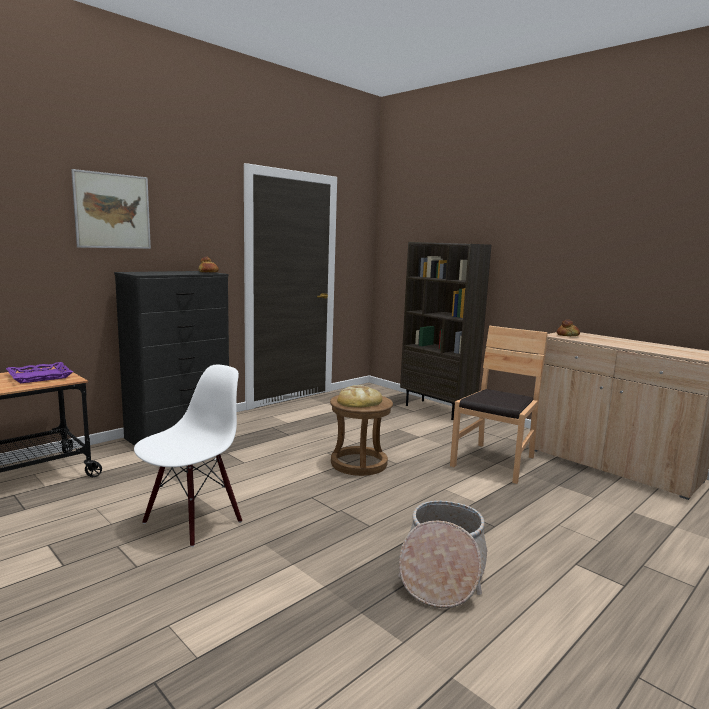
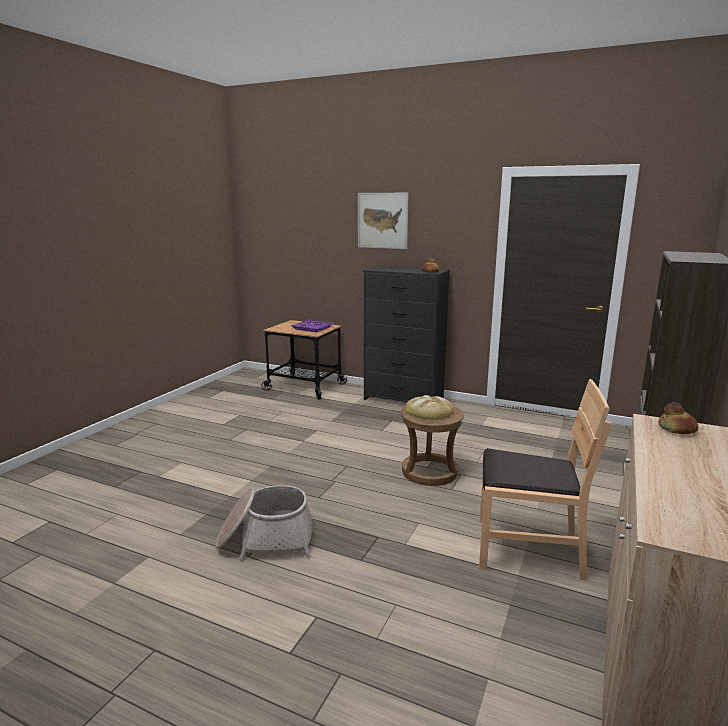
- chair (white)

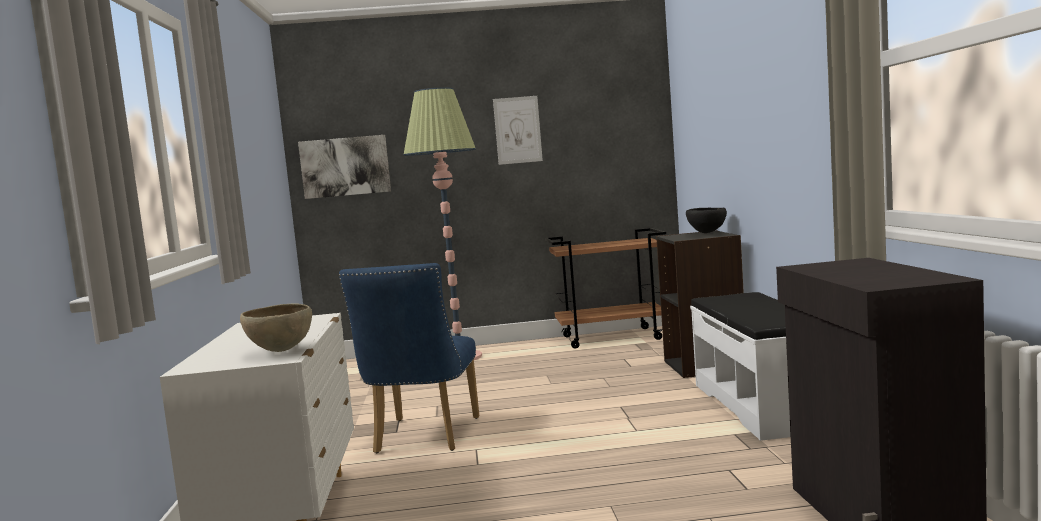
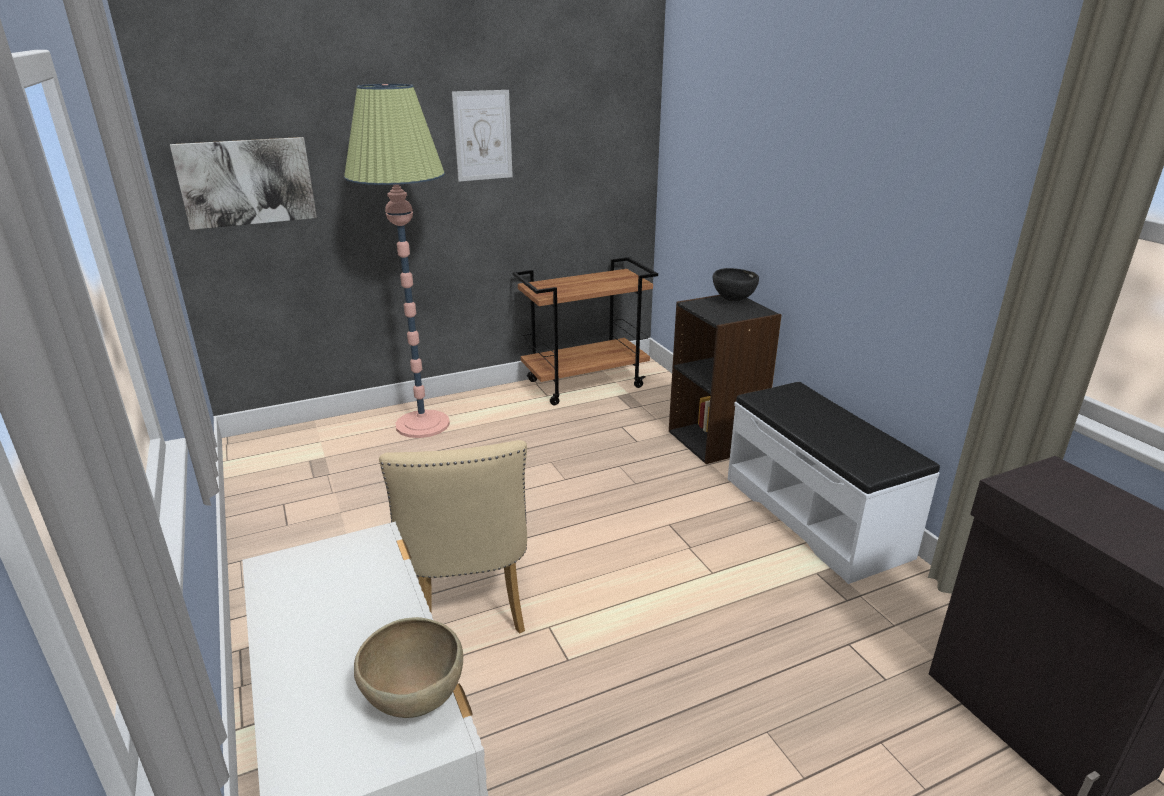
~ chair (blue-coloured) to chair (beige)

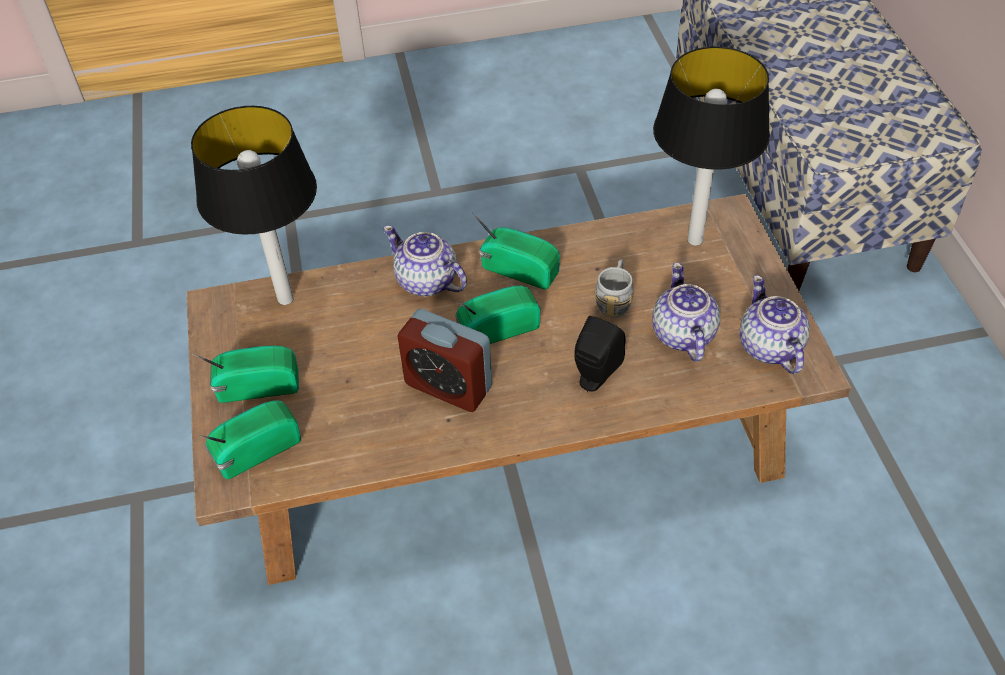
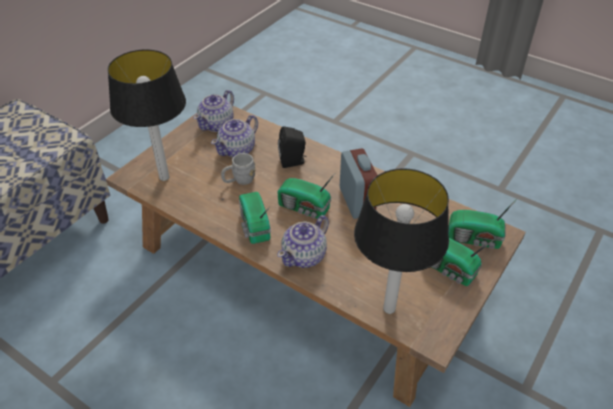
~ tea pot (1st from left in the first image) 45 degrees clockwise

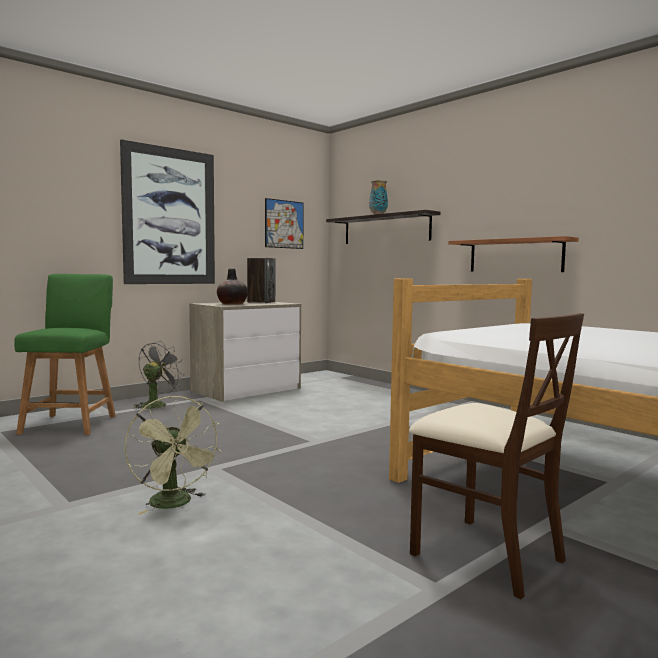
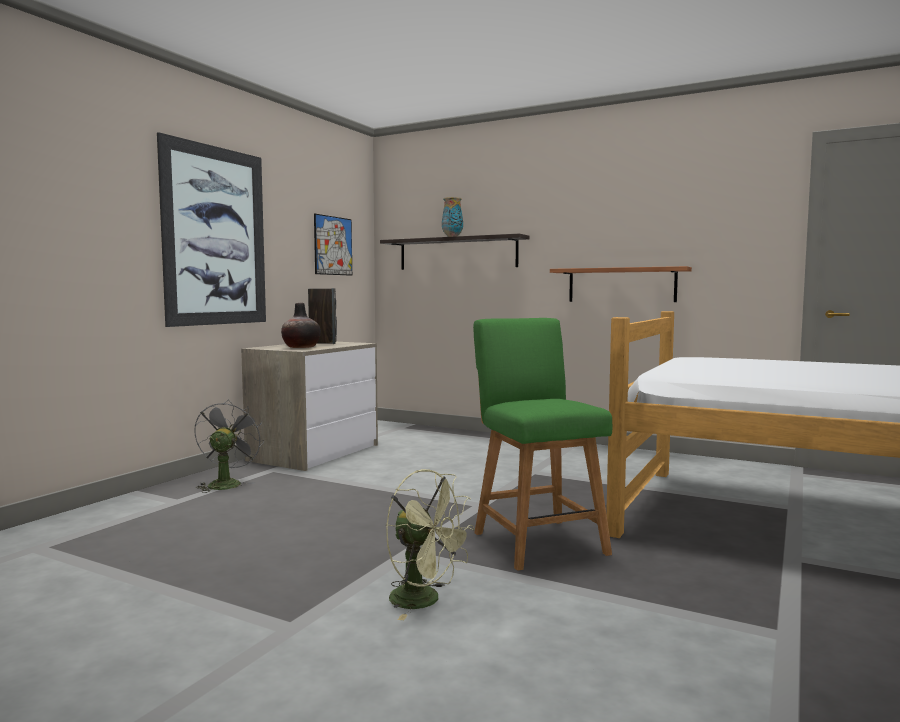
~ chair (green-coloured)
- chair (beige)

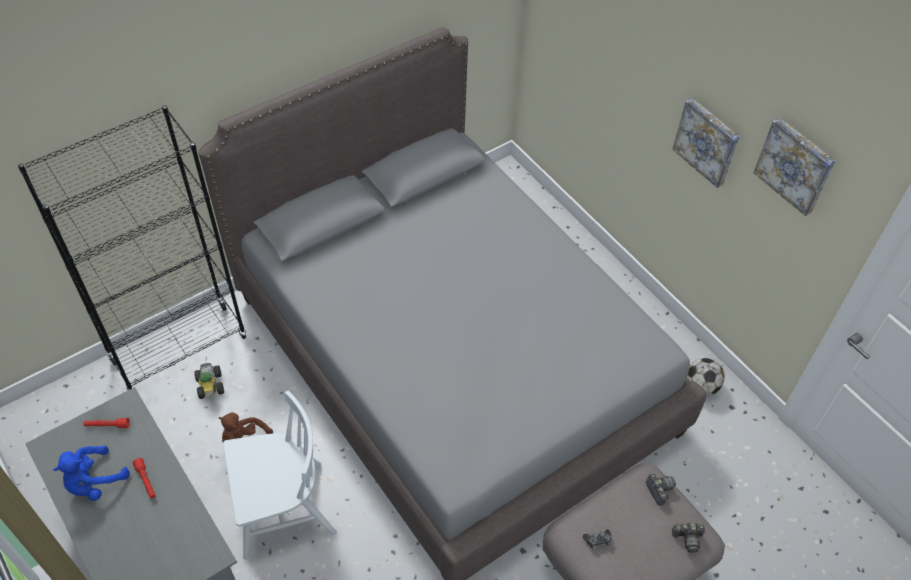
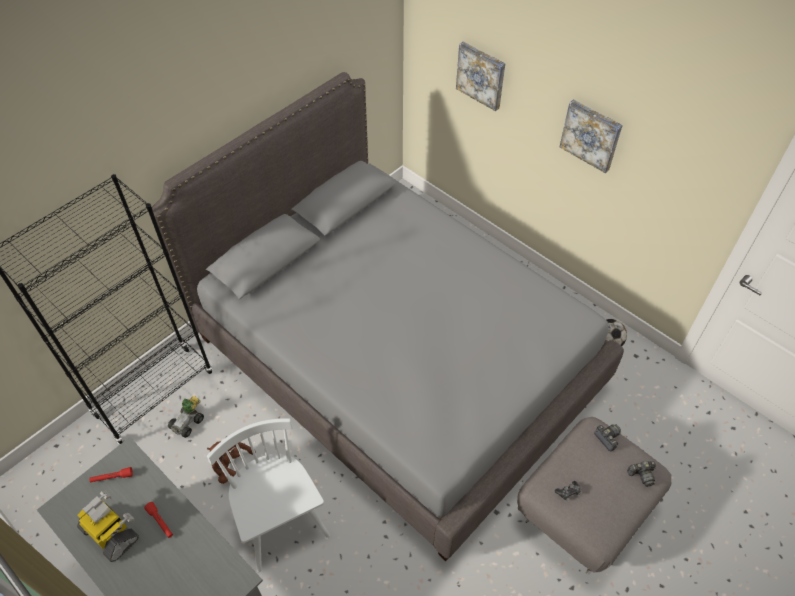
~ plush toy (blue-coloured) to toy robot
~ miniature car 120 degrees counterclockwise
~ chair (white) 90 degrees counterclockwise
~ wall art (2nd from left in the first image) to wall art (1st from left)

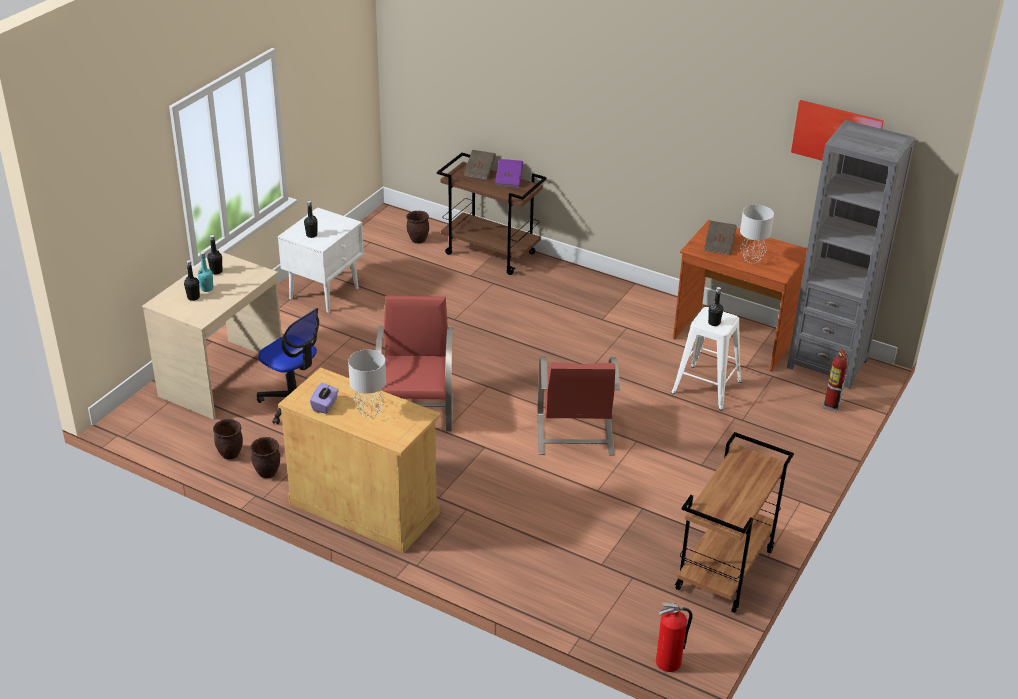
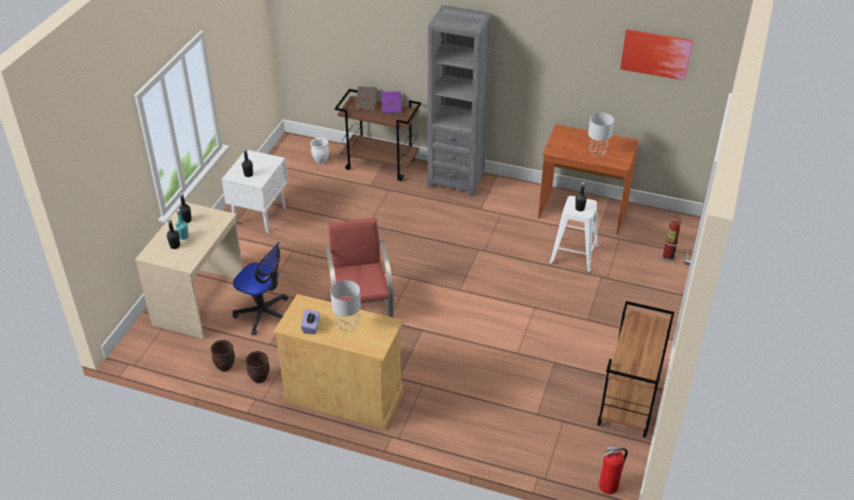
~ plant pot (brown-coloured) (3rd from left) to plant pot (white)
~ shelving unit (gray)
- chair (reddish) (2nd from left)
- volume (brown-coloured) (2nd from left)

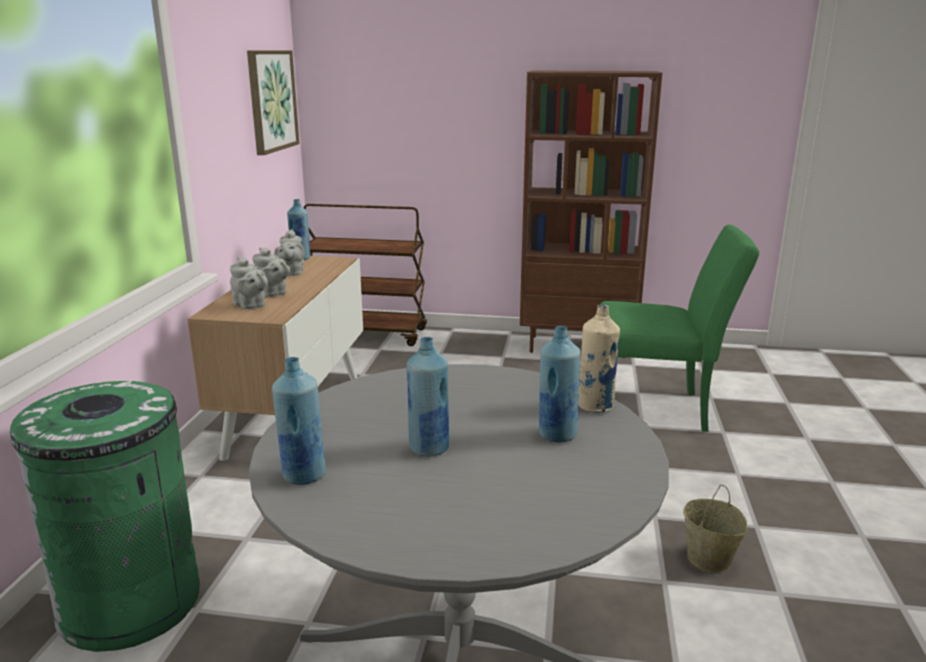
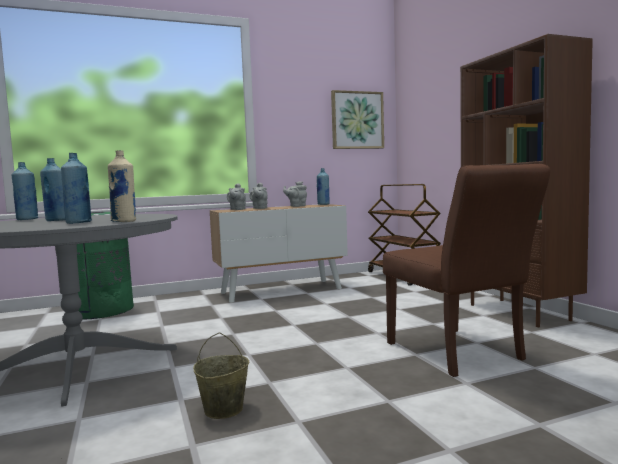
~ chair (green-coloured) to chair (brown-coloured)

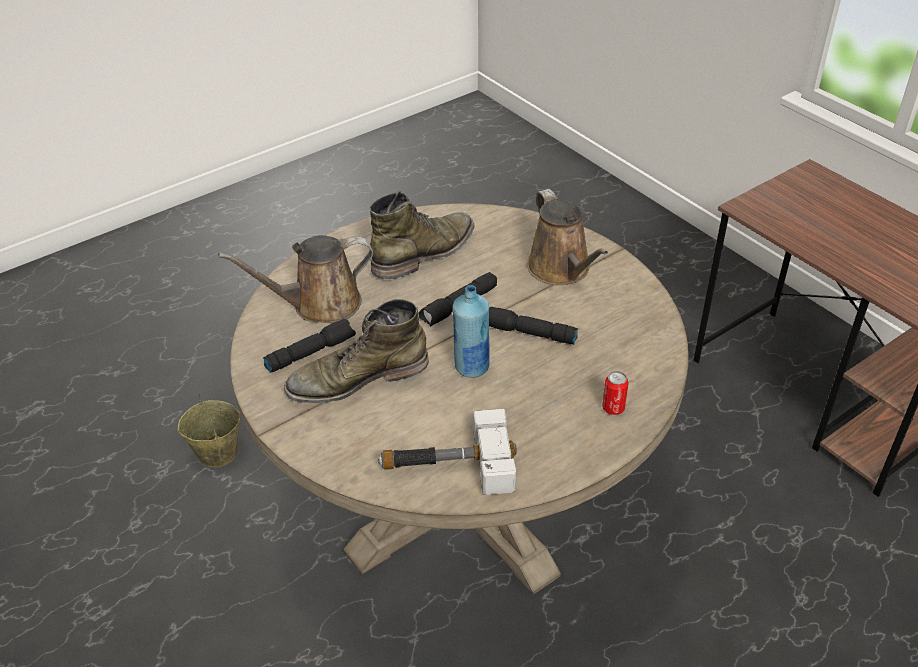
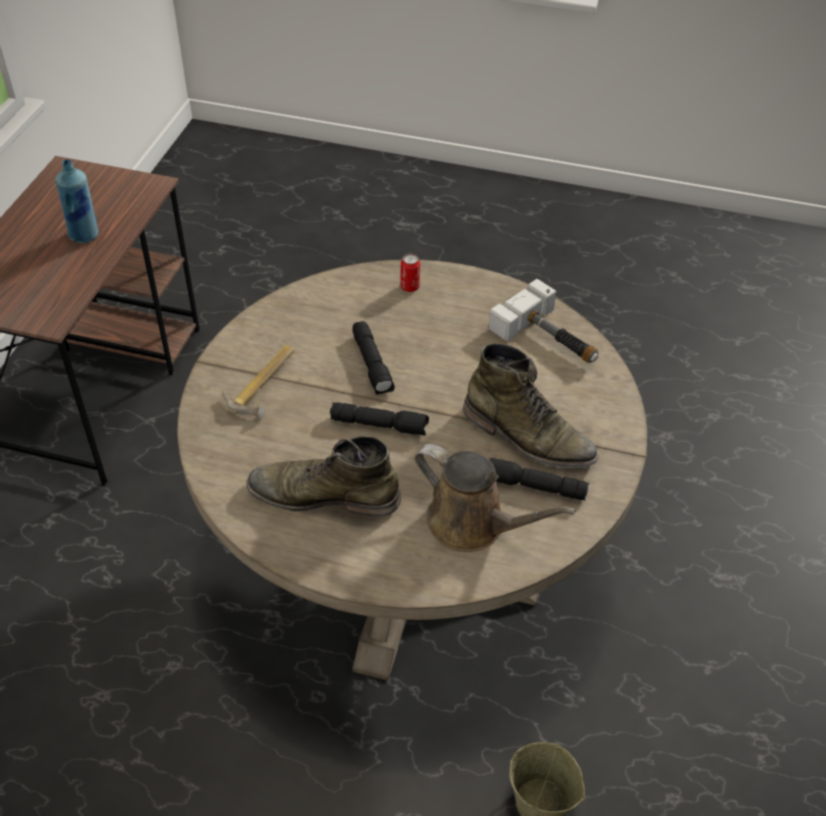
~ drink bottle (blue-coloured)
~ sprinkling can (brown-coloured) (2nd from left) to hand hammer (1st from left)

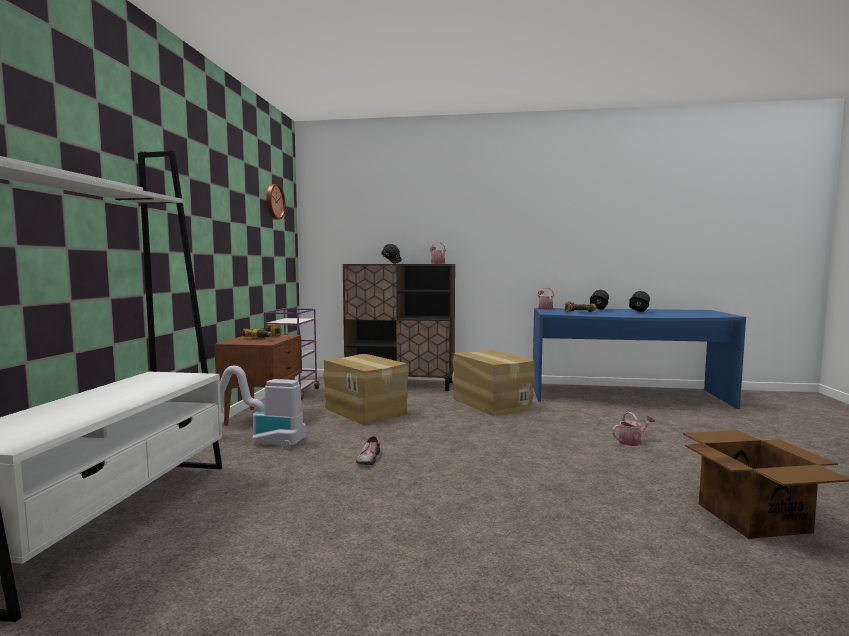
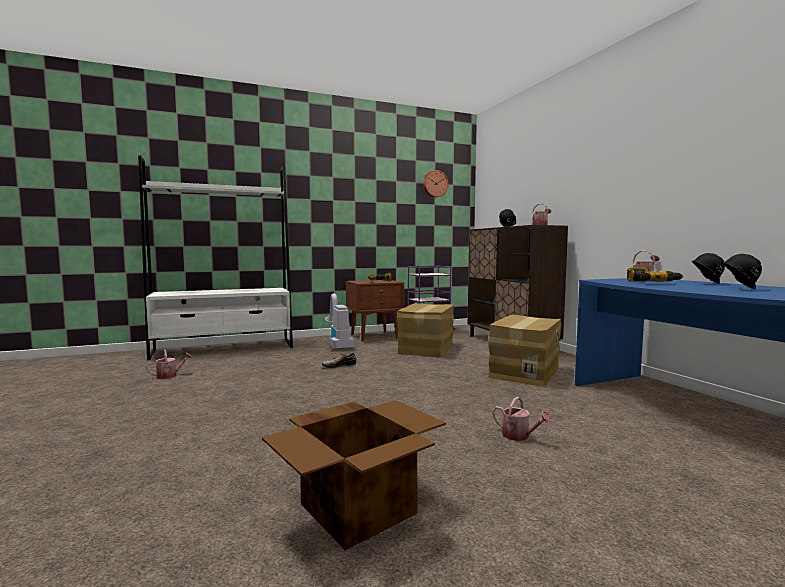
+ sprinkling can (1st from left)

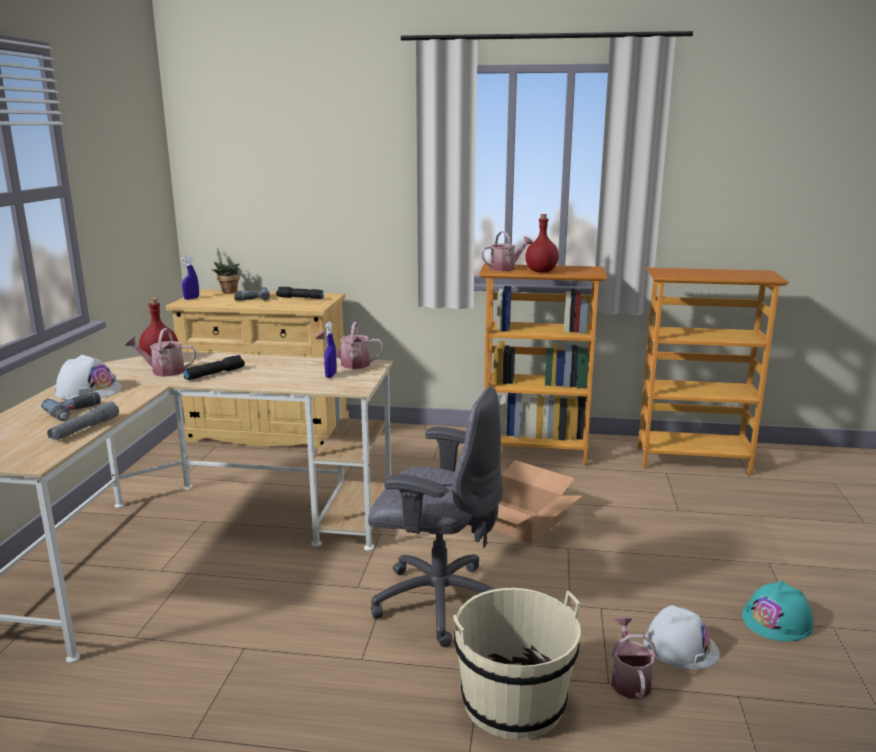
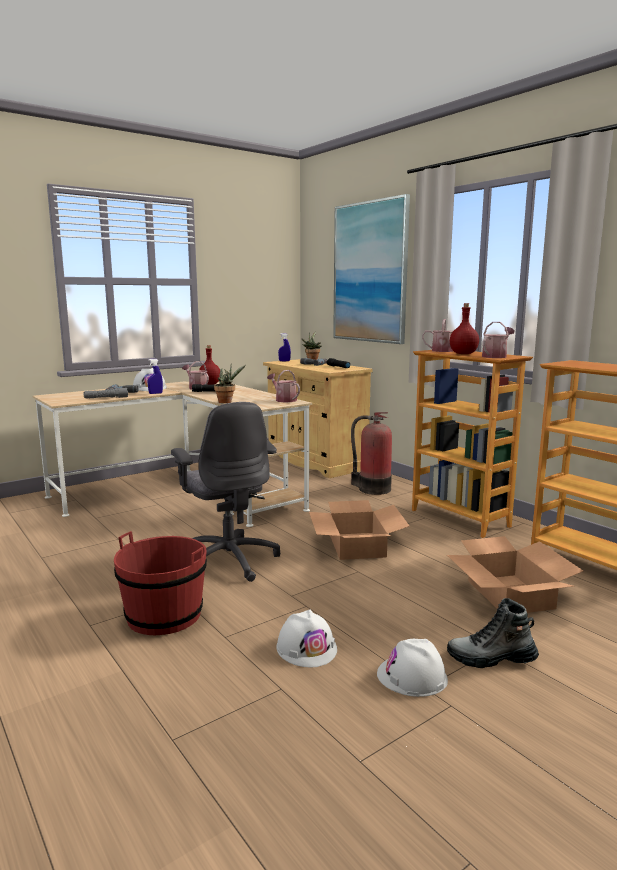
~ pail (beige) to pail (reddish)
~ hand sprayer (blue-coloured) (2nd from left in the first image) to hand sprayer (blue-coloured) (1st from left)
+ houseplant (1st from left)
+ wall art
+ fire extinguisher
~ work helmet (blue-green) to work helmet (white) (3rd from left)
+ packing box (2nd from left)
+ boot
~ sprinkling can (4th from left)

